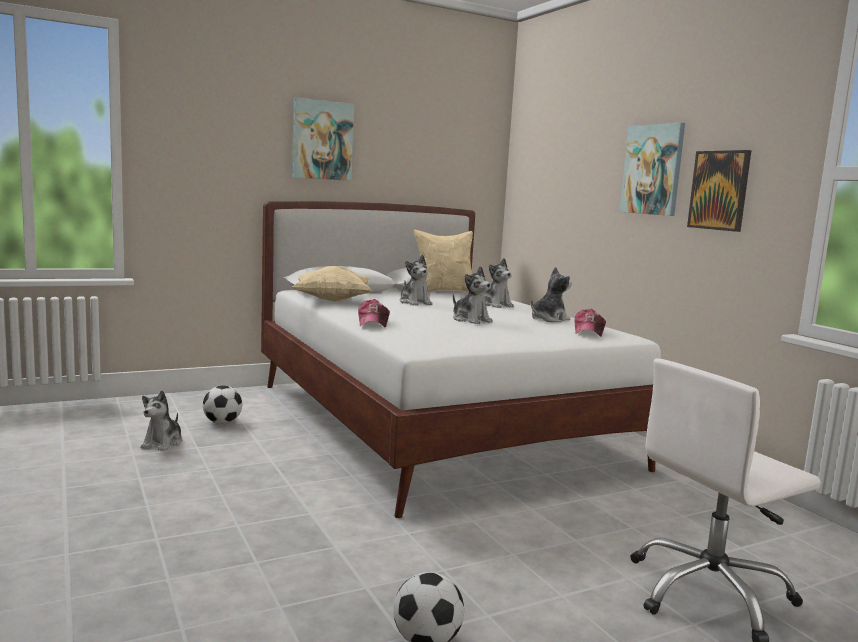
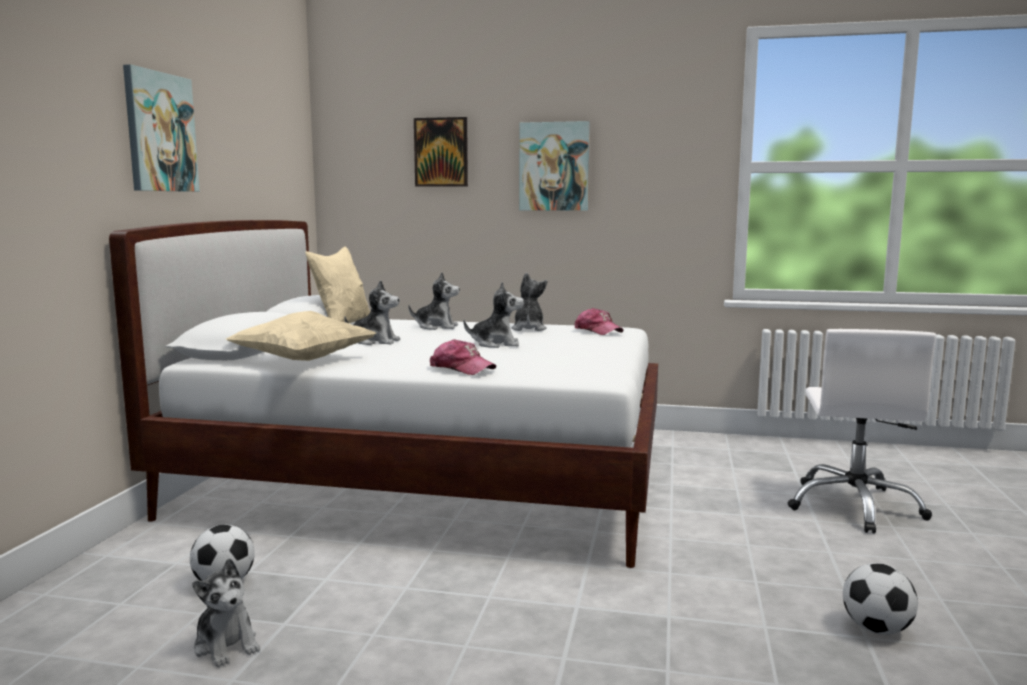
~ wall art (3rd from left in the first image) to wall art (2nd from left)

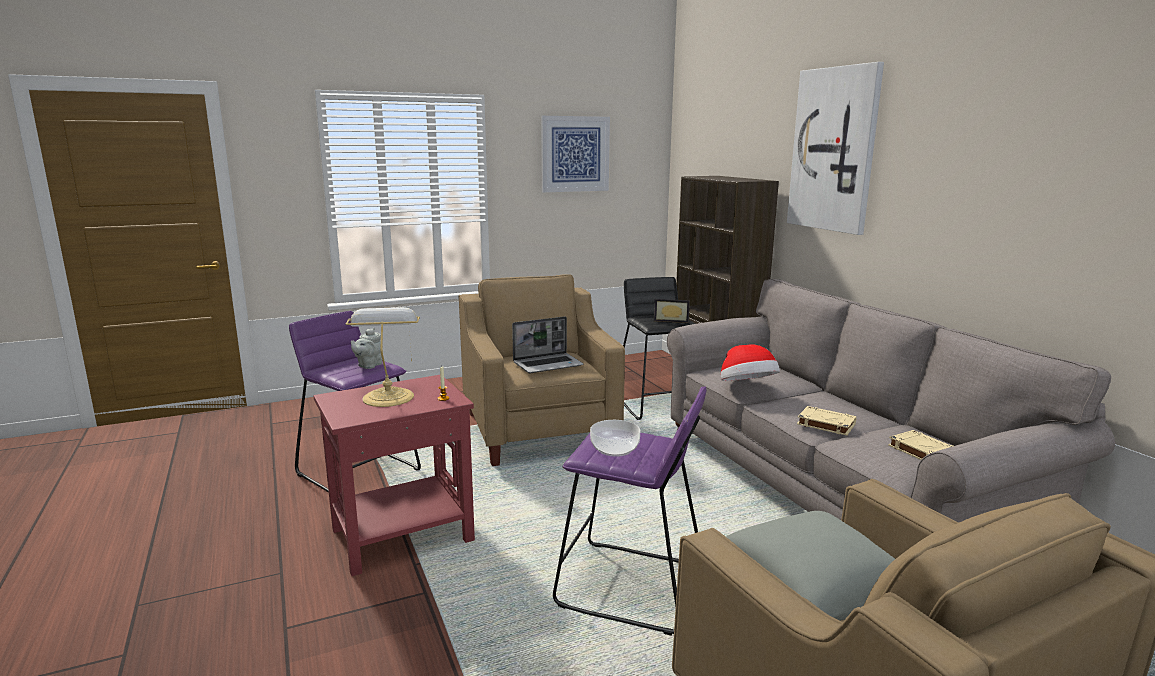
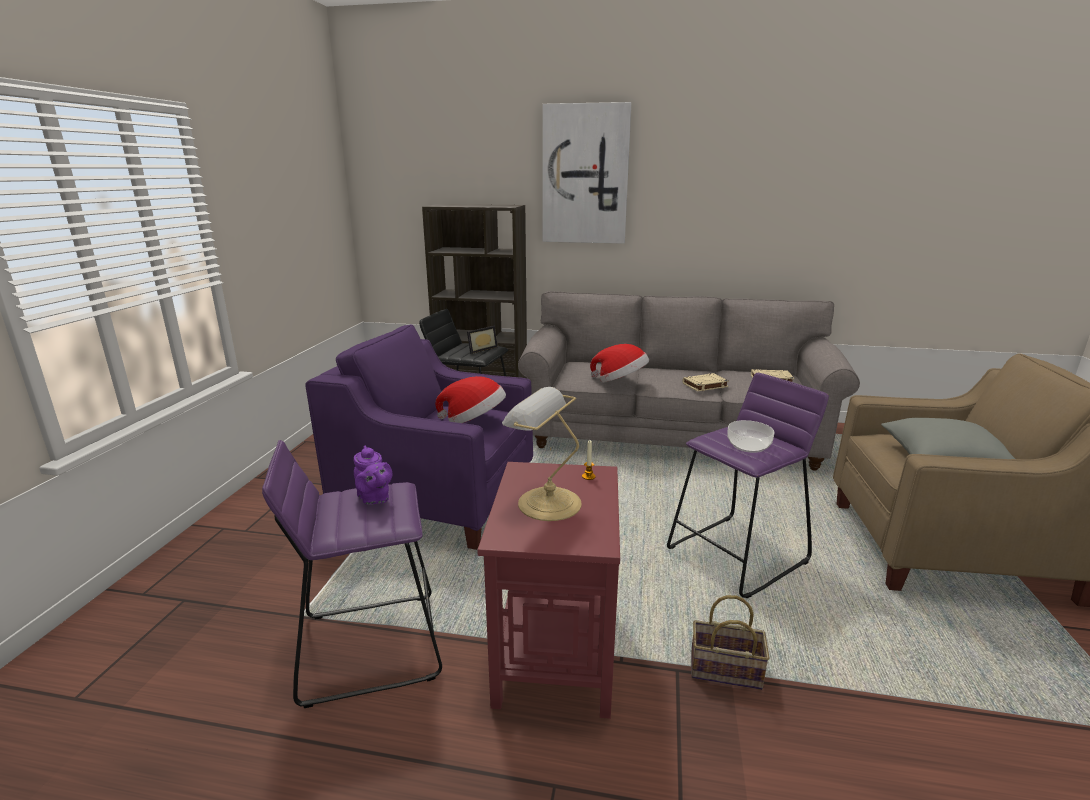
~ easy chair (beige) (1st from left) to easy chair (purplish)
~ tea pot (gray) to tea pot (purplish)
~ portable computer to hat (1st from left)
+ storage basket
- wall art (1st from left)

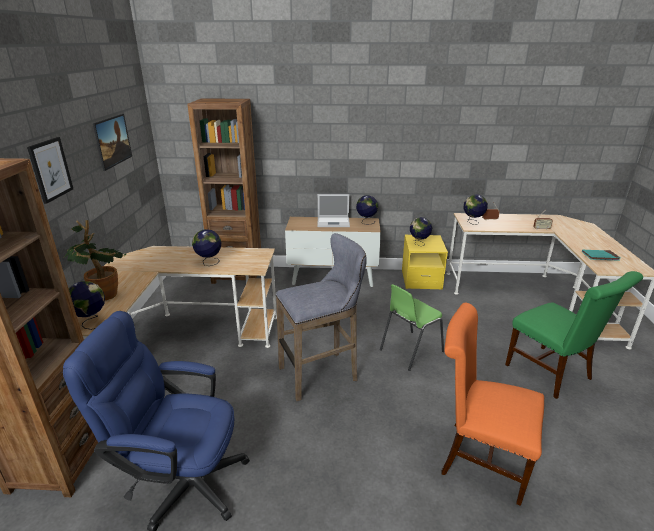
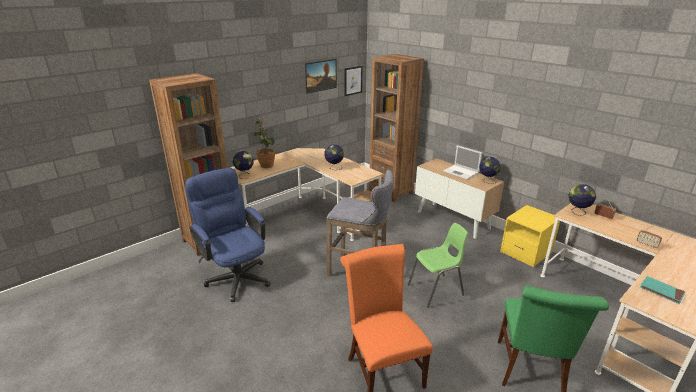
~ wall art (1st from left in the first image) to wall art (2nd from left)
~ chair (green-coloured) (1st from left) 150 degrees clockwise
- globe (4th from left)

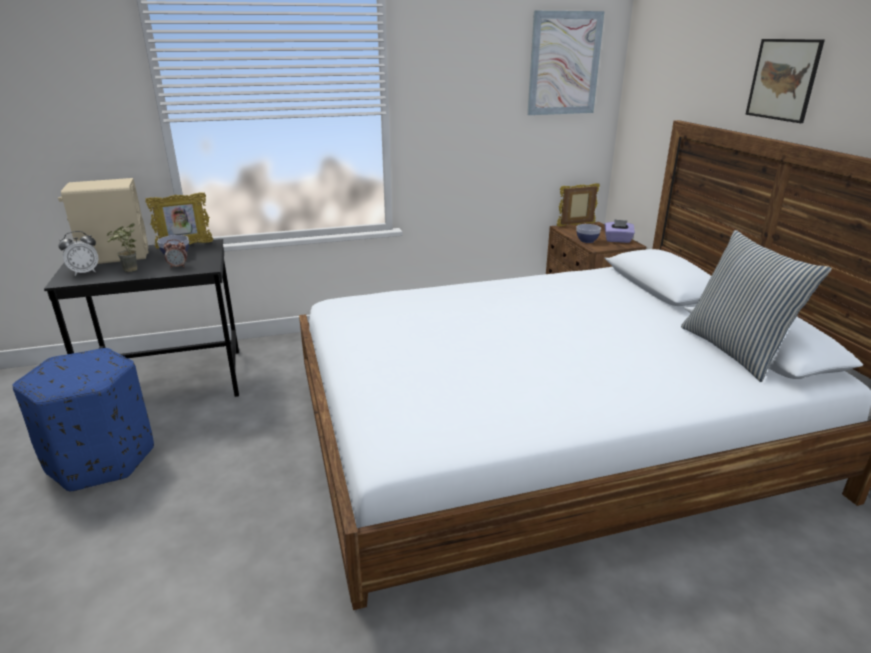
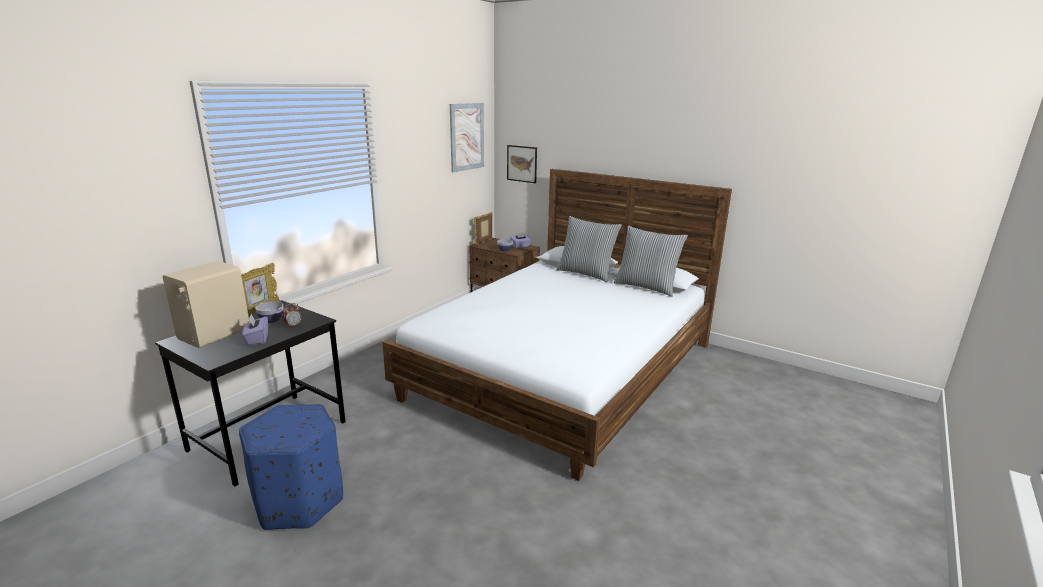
~ houseplant to box of tissues (purplish) (1st from left)
~ wall art (2nd from left)
+ pillow (1st from left)
- table clock (1st from left)

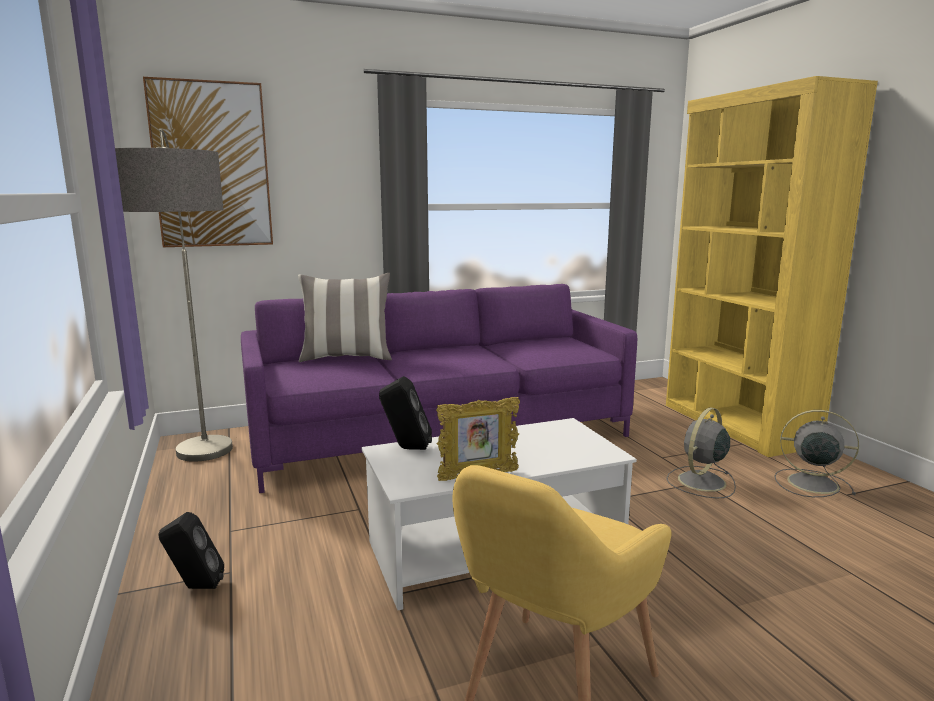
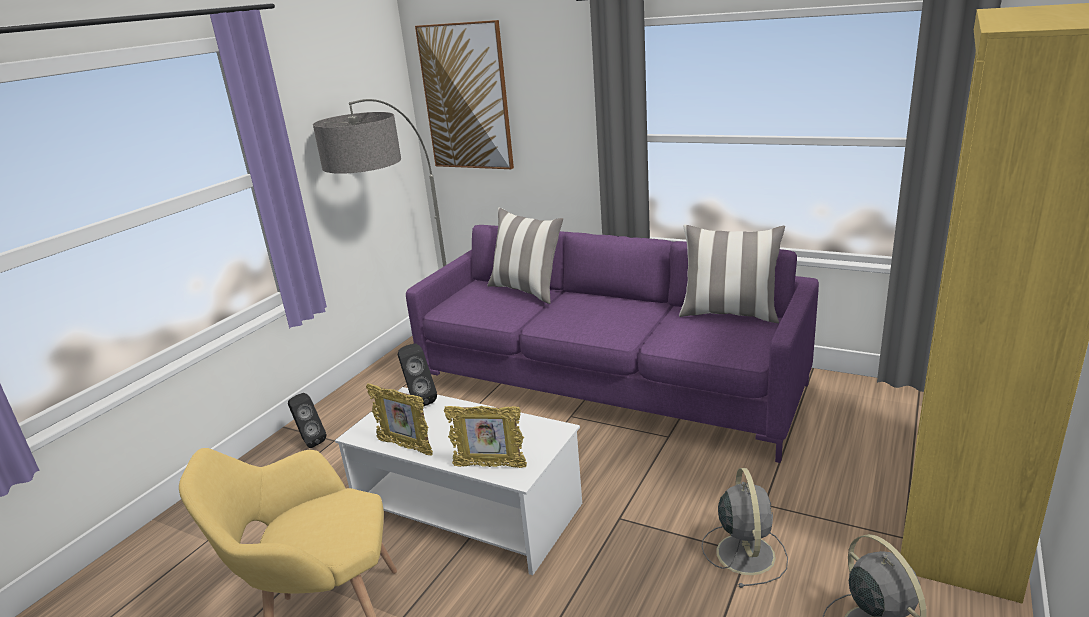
+ picture frame (2nd from left)
+ pillow (2nd from left)
~ fan (gray) (1st from left) 90 degrees clockwise

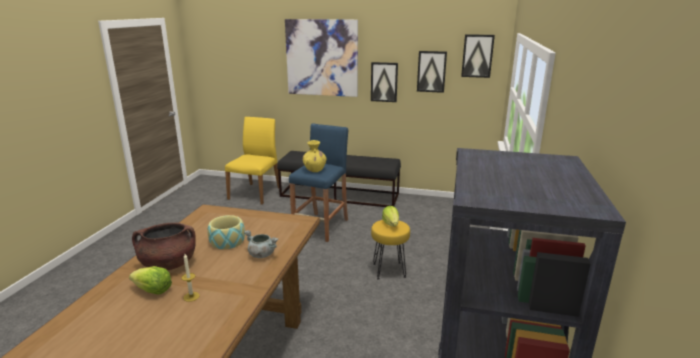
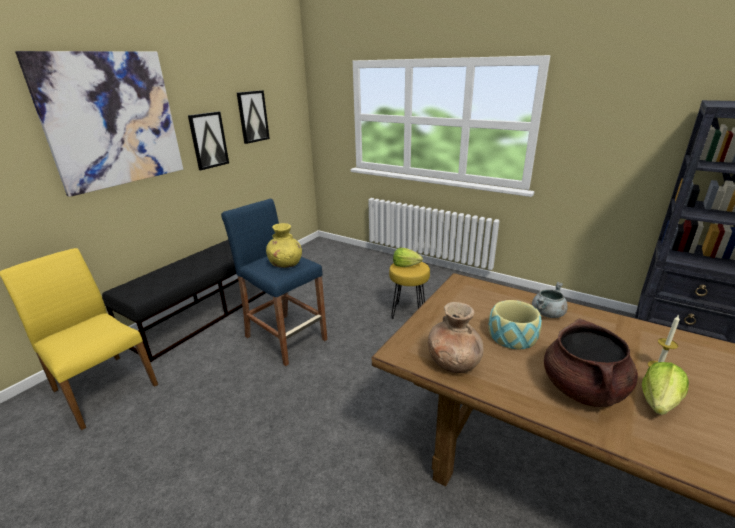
+ decorative vase (brown-coloured)
- wall art (4th from left)

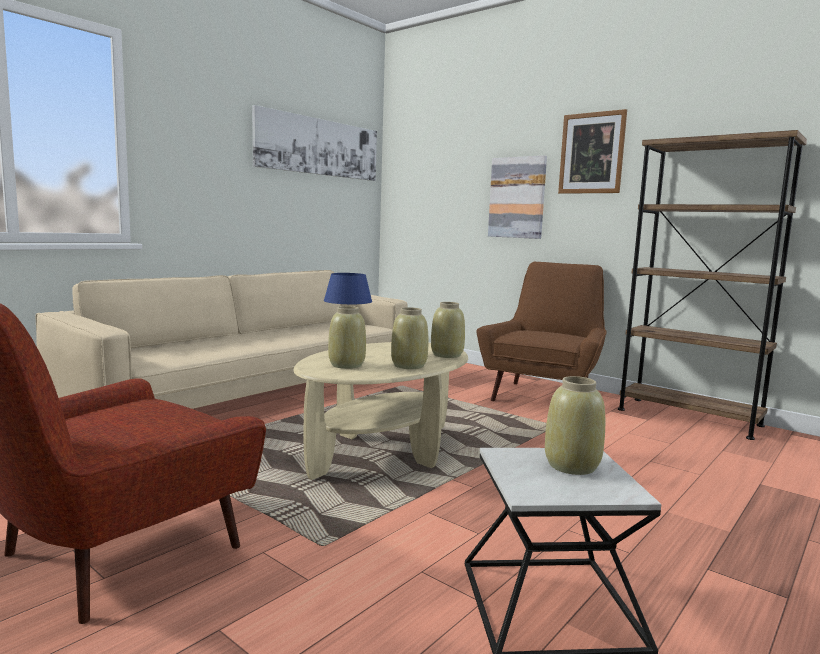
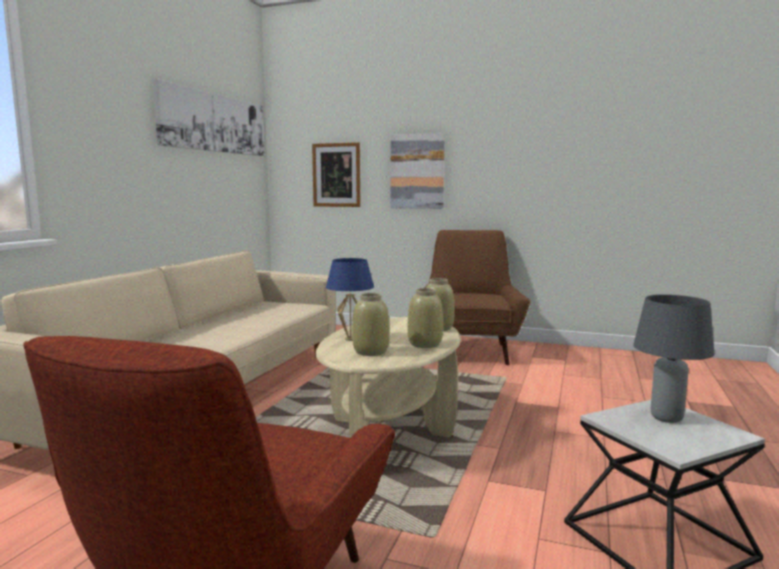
~ wall art (3rd from left in the first image) to wall art (2nd from left)
~ decorative vase (beige) (4th from left) to tabletop lamp (gray)
- shelving unit (brown-coloured)

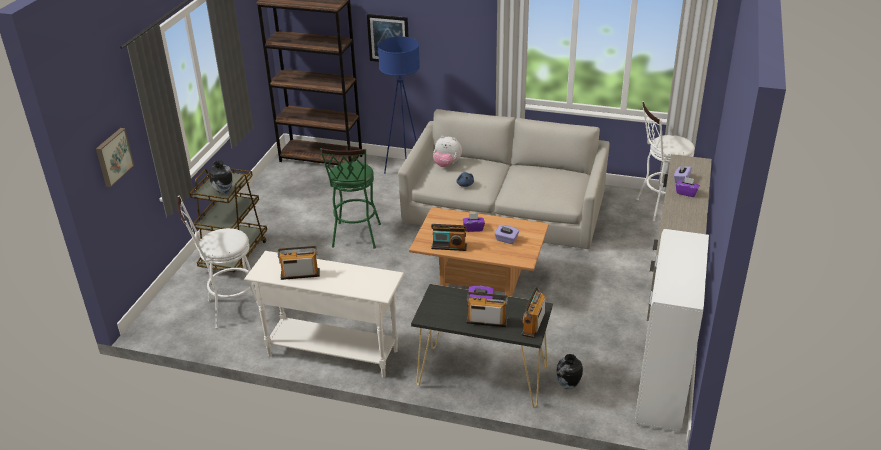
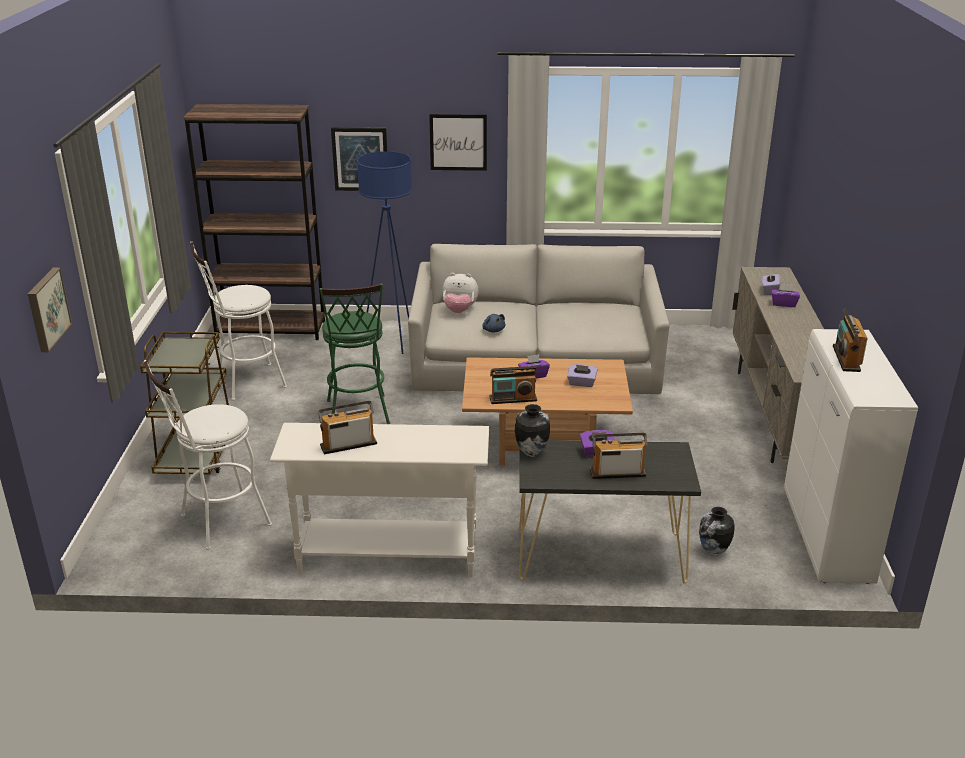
~ stool (white) (2nd from left)
+ wall art (3rd from left)
~ decorative vase (1st from left)
~ radio (4th from left)

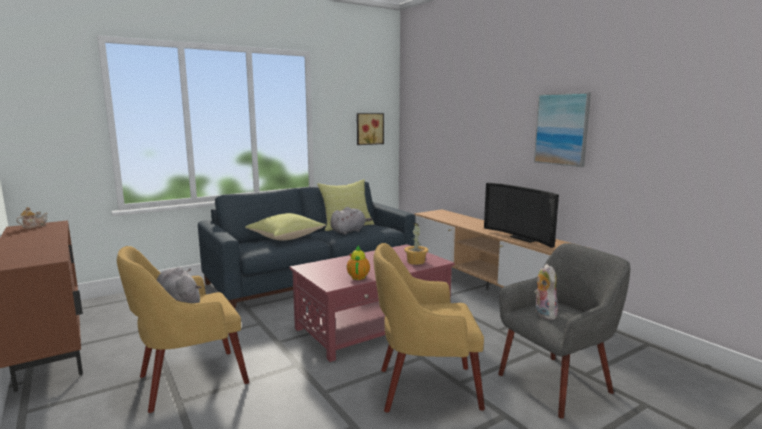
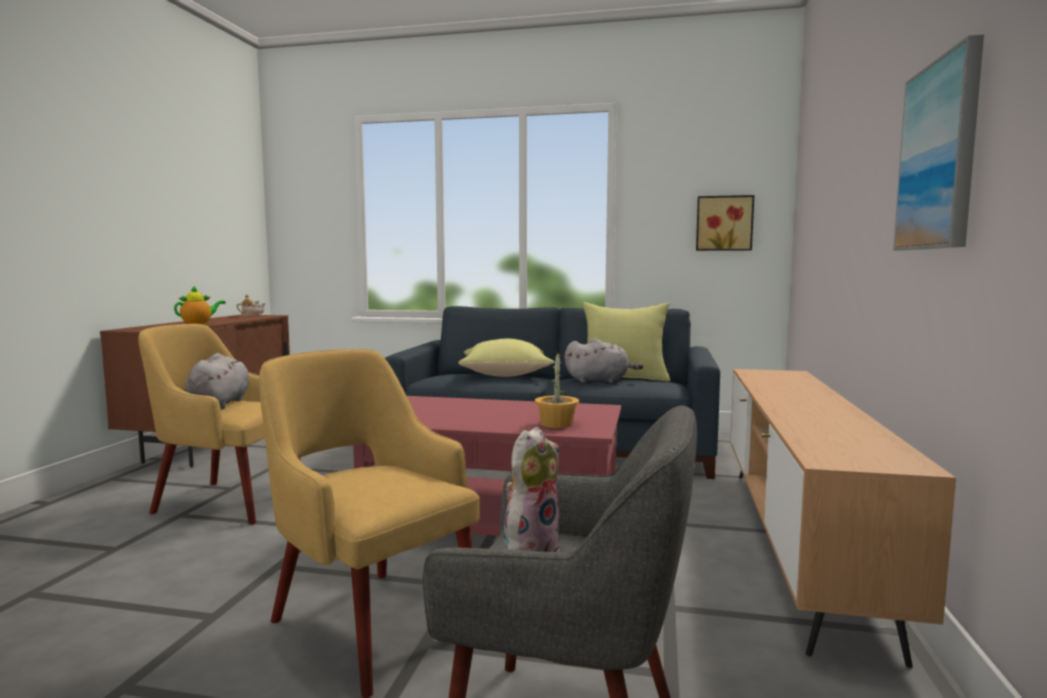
~ tea pot (2nd from left in the first image) to tea pot (1st from left)
- TV set

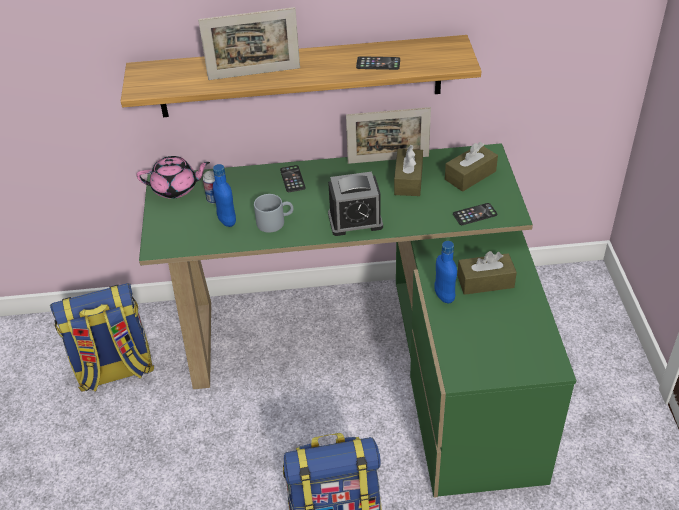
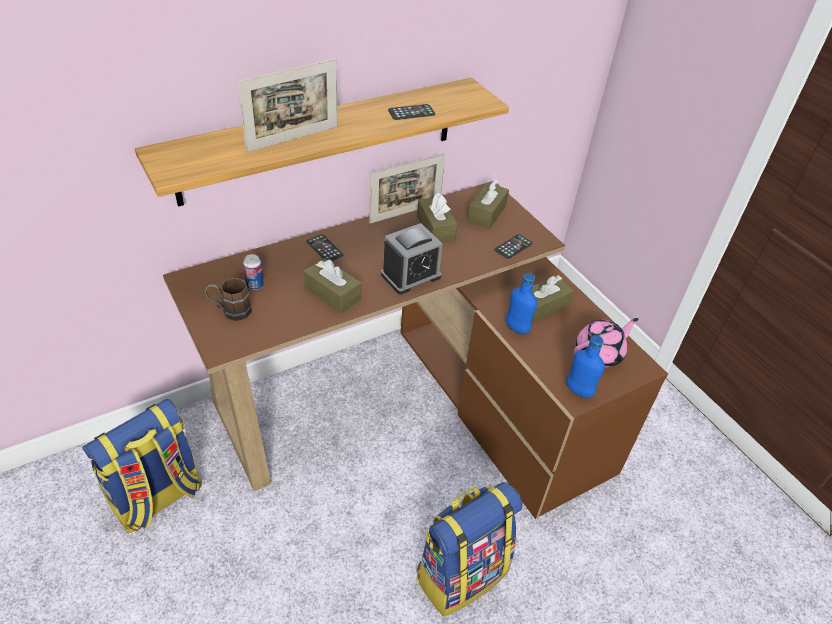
~ desk unit (green-coloured) to desk unit (brown-coloured)
+ tea mug (brown-coloured)
~ tea mug (gray) to box of tissues (brown-coloured) (1st from left)
~ drink bottle (blue-coloured) (1st from left in the first image) to drink bottle (blue-coloured) (2nd from left)
~ tea pot (pink-coloured)

